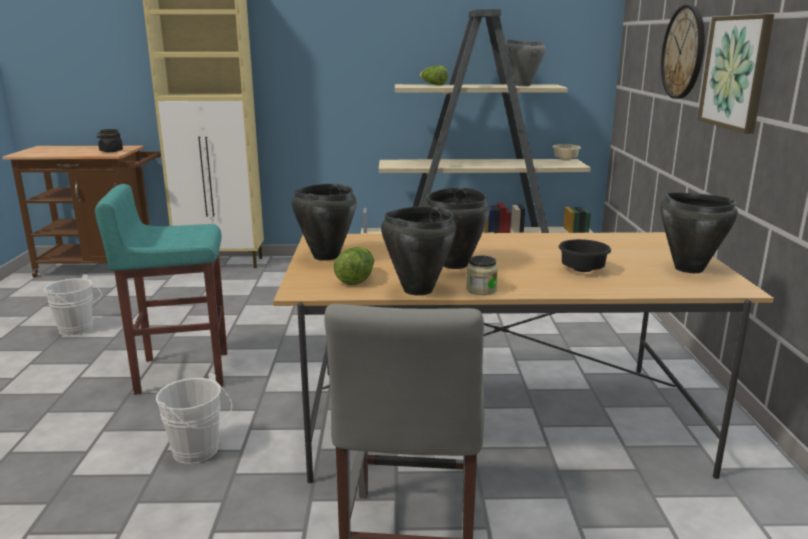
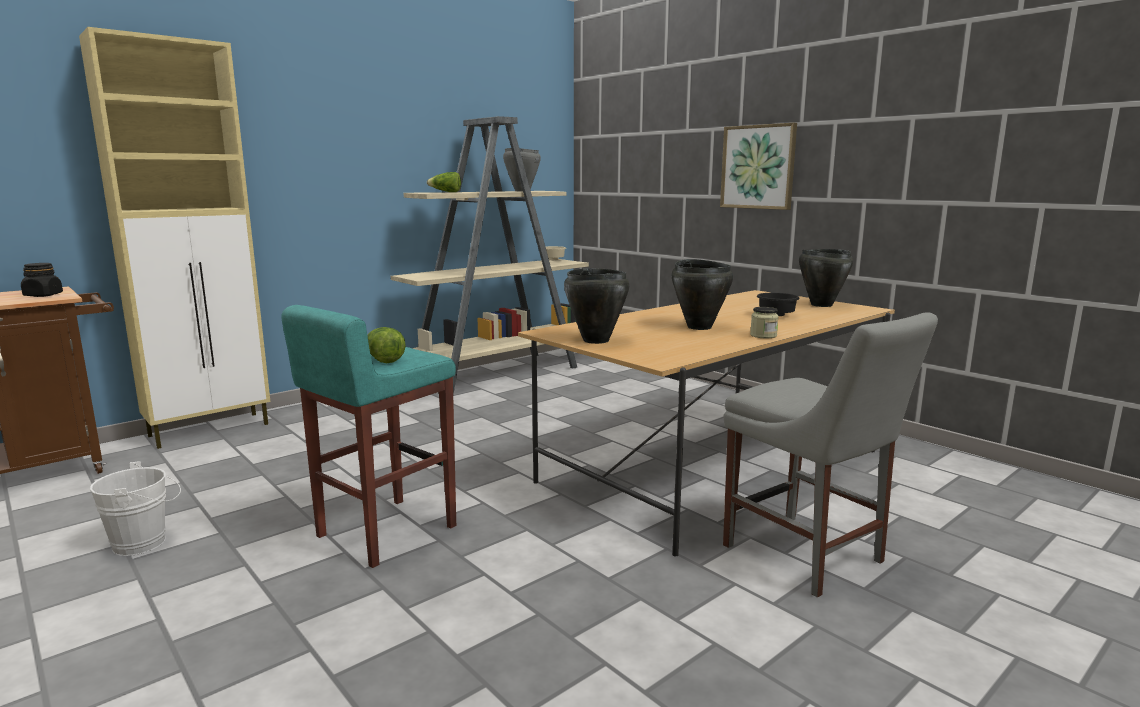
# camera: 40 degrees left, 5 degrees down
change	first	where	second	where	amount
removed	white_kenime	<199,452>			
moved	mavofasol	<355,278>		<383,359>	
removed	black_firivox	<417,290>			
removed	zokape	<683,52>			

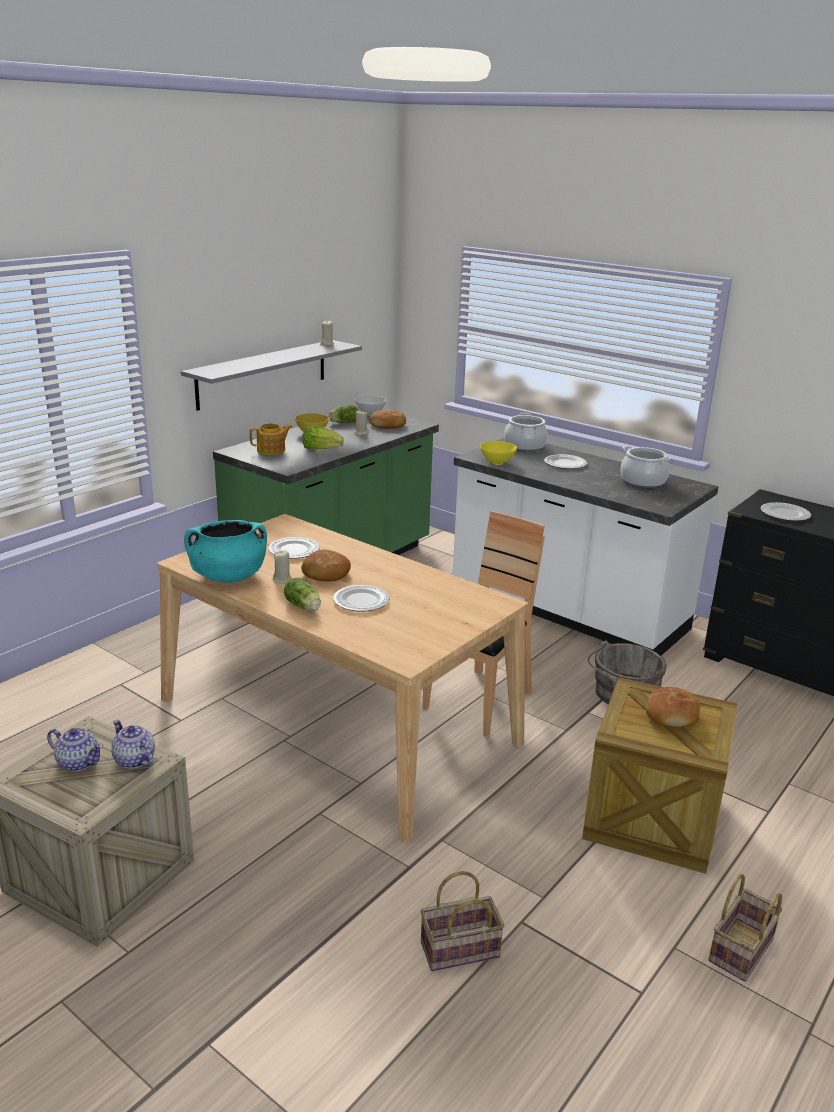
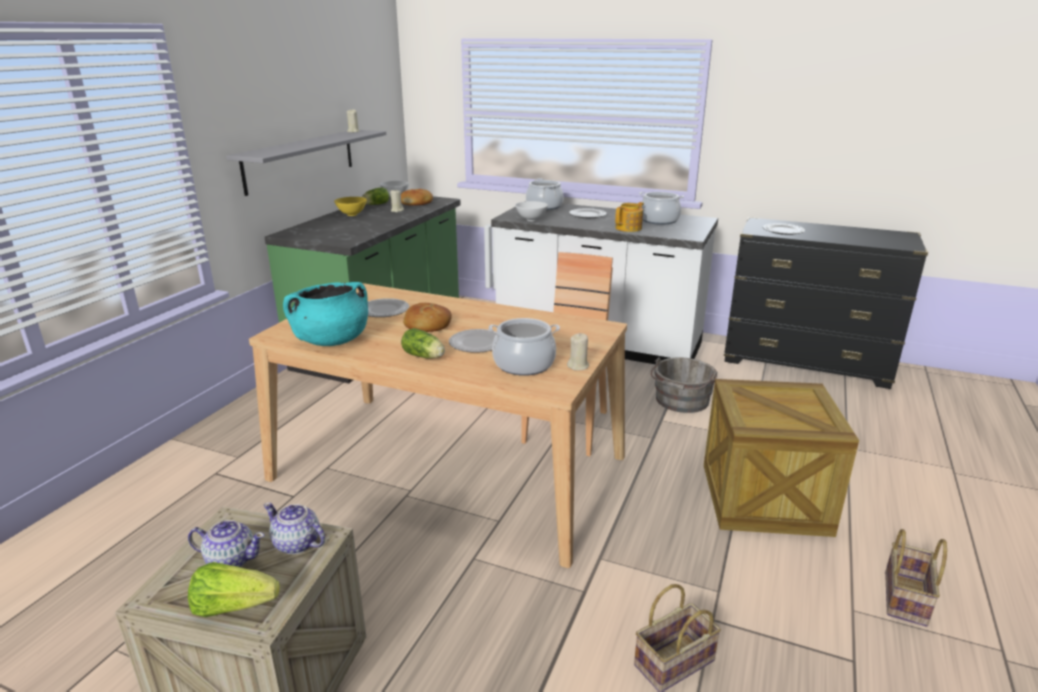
# camera: 15 degrees left, 0 degrees up
change	first	where	second	where	amount
moved	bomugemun	<272,450>		<629,228>	
moved	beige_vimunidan	<282,580>		<578,366>	
moved	mavofasol	<321,449>		<233,606>	
recoloured	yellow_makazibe	<497,463>	white_makazibe	<531,219>	
removed	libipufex	<672,715>			
added			firivox	<523,364>	

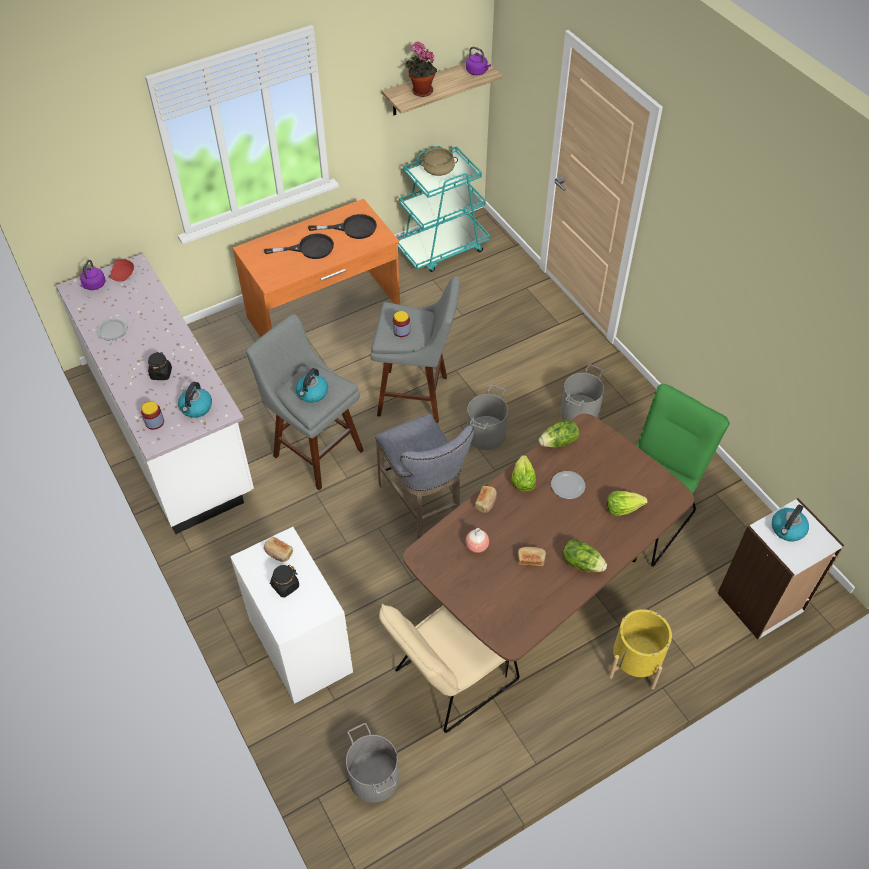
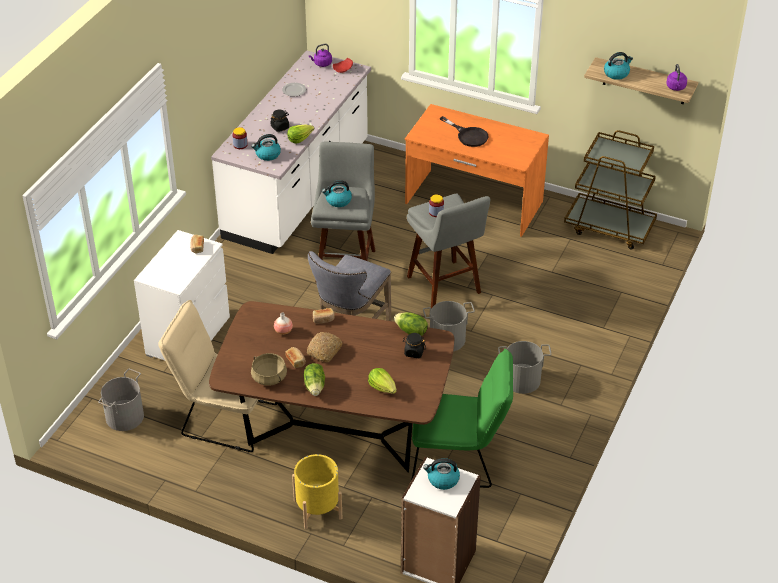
# camera: 55 degrees right, 10 degrees down
change	first	where	second	where	amount
moved	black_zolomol	<285,586>		<414,352>	
removed	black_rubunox	<352,228>			
recoloured	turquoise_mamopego	<442,248>	brown_mamopego	<609,227>	
replaced	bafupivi	<420,92>	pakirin	<616,73>	
moved	beige_firivox	<438,170>		<269,377>	
moved	mavofasol	<522,480>		<299,138>	
removed	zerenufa	<567,485>			
added			libipufex	<324,351>	

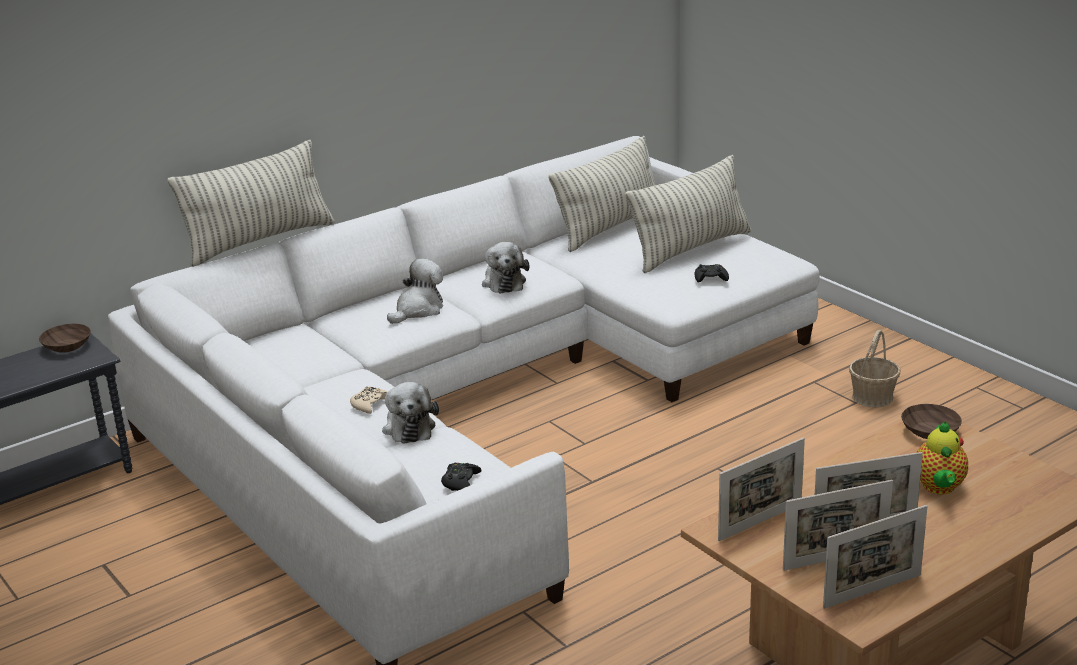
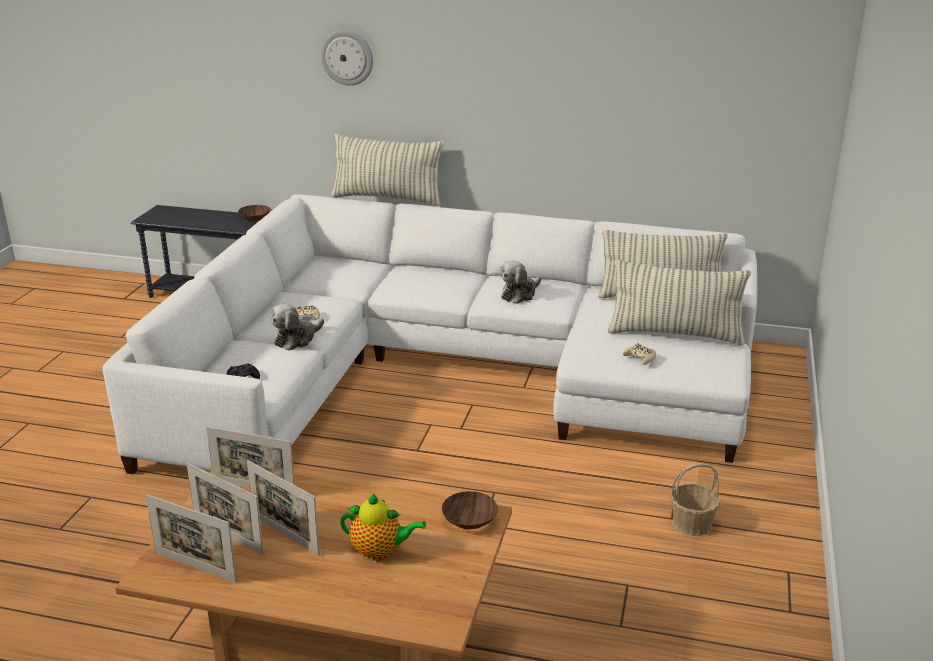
# camera: 50 degrees right, 0 degrees up
change	first	where	second	where	amount
removed	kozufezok	<418,310>			
recoloured	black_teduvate	<710,278>	beige_teduvate	<640,358>	
turned	bomugemun	<939,488>		<380,551>	135 degrees counterclockwise
added			zokape	<347,57>	

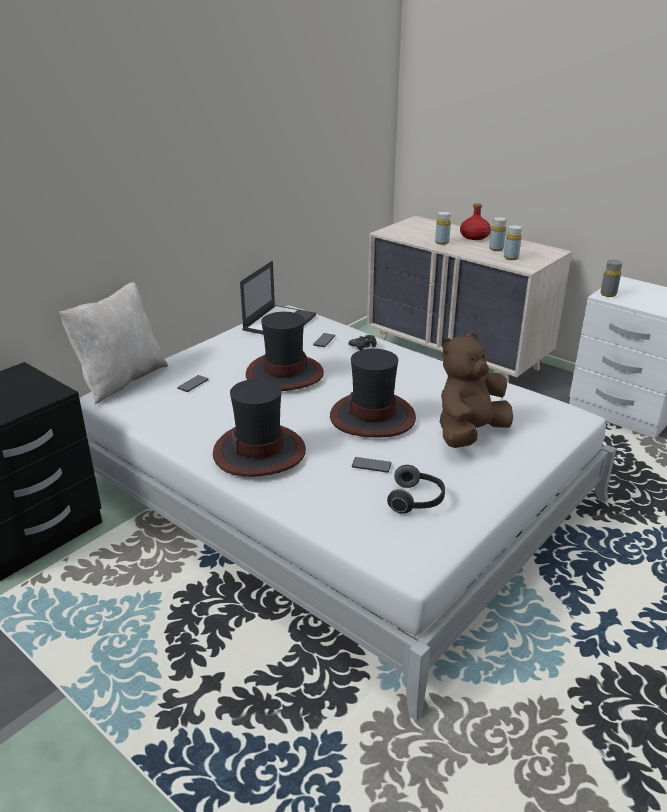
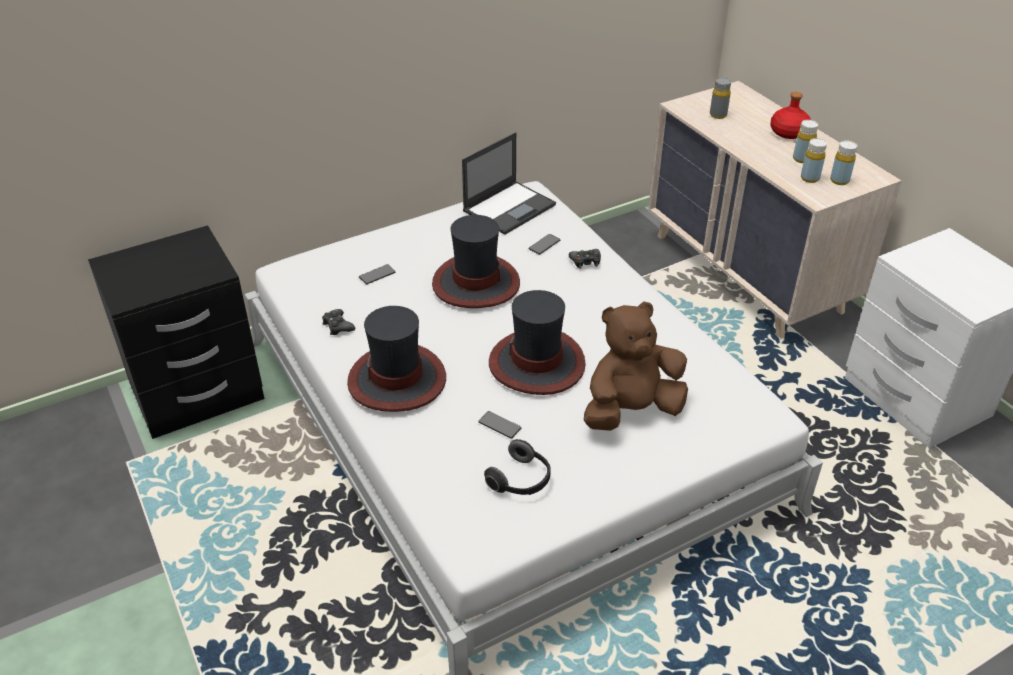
# camera: 20 degrees right, 10 degrees up
change	first	where	second	where	amount
removed	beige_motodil	<121,380>			
moved	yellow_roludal	<442,242>		<839,180>	
moved	grey_roludal	<608,294>		<718,115>	
added			black_teduvate	<338,326>	

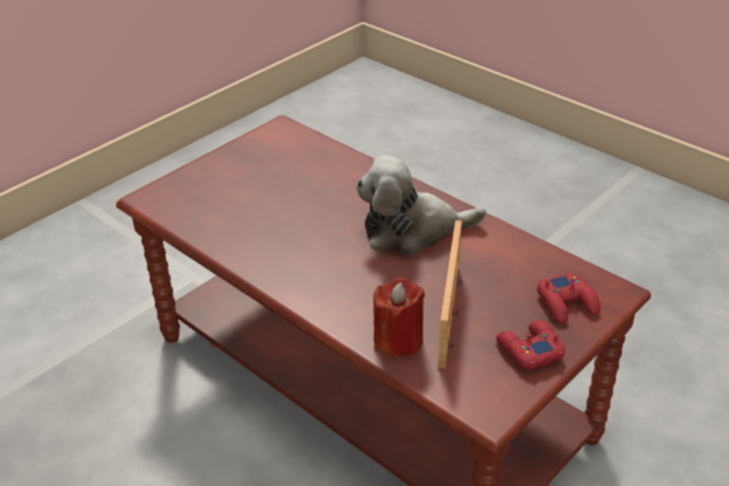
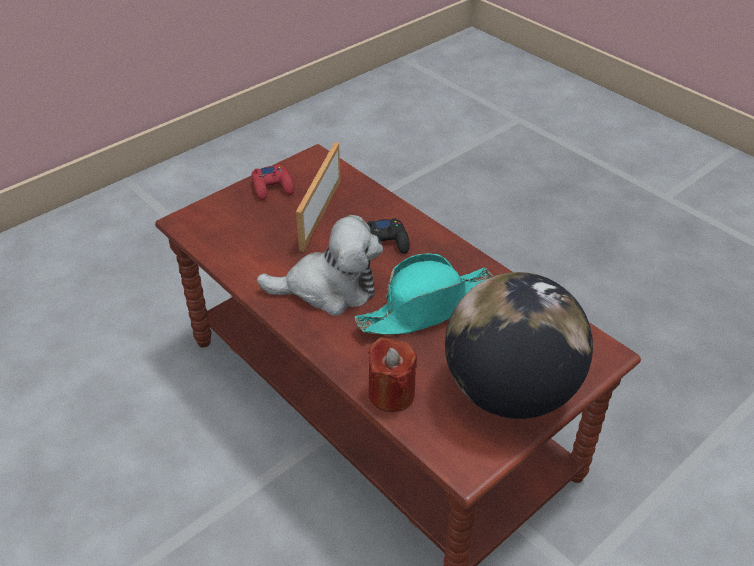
# camera: 175 degrees left, 5 degrees up
change	first	where	second	where	amount
moved	red_vimunidan	<398,340>		<391,394>	
removed	red_teduvate	<567,304>			
added			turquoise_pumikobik	<426,307>	
added			black_teduvate	<386,242>	
added			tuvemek	<509,392>	

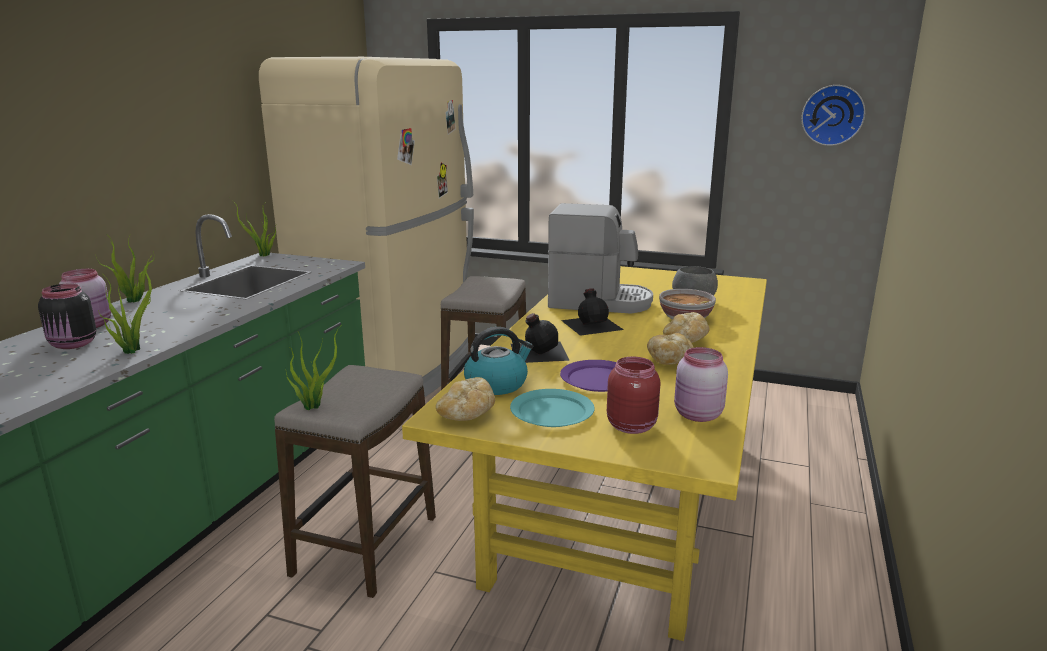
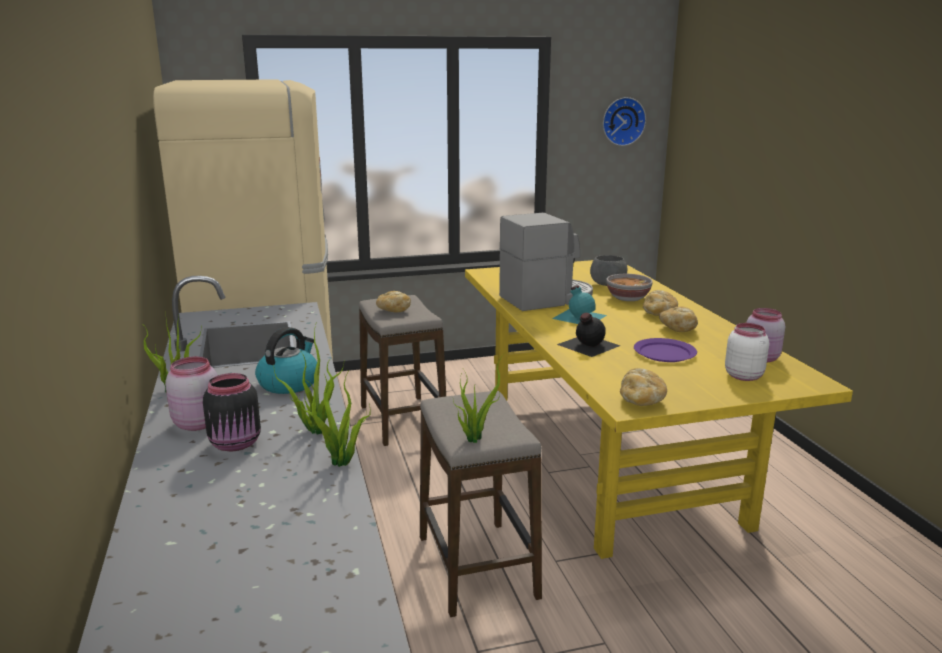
# camera: 35 degrees left, 0 degrees up
change	first	where	second	where	amount
moved	bafupivi	<263,255>		<341,463>	
moved	pakirin	<497,384>		<289,383>	
removed	turquoise_zerenufa	<552,411>			
recoloured	black_roludal	<592,324>	turquoise_roludal	<579,316>	
recoloured	red_zolomol	<632,425>	white_zolomol	<743,375>	
added			libipufex	<393,310>	

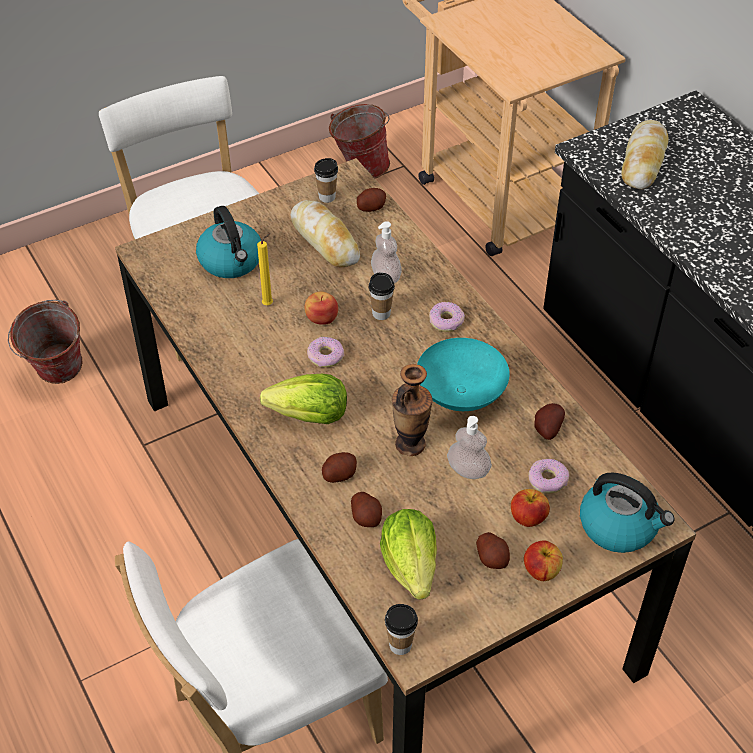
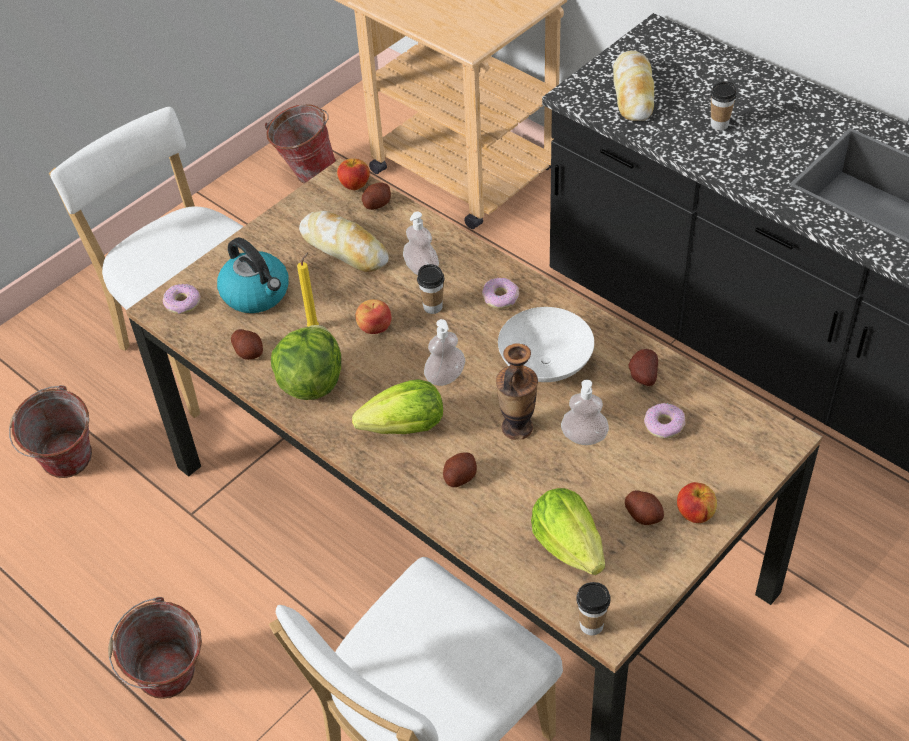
# camera: 15 degrees left, 0 degrees up
change	first	where	second	where	amount
moved	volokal	<325,356>		<182,303>	
moved	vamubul	<327,197>		<719,124>	
moved	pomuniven	<366,517>		<249,352>	
recoloured	turquoise_makazibe	<462,395>	white_makazibe	<547,366>	
moved	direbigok	<528,518>		<354,185>	
removed	pakirin	<619,526>			
added			kenime	<171,686>	
added			mavofasol	<311,382>	
added			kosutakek	<445,377>	

